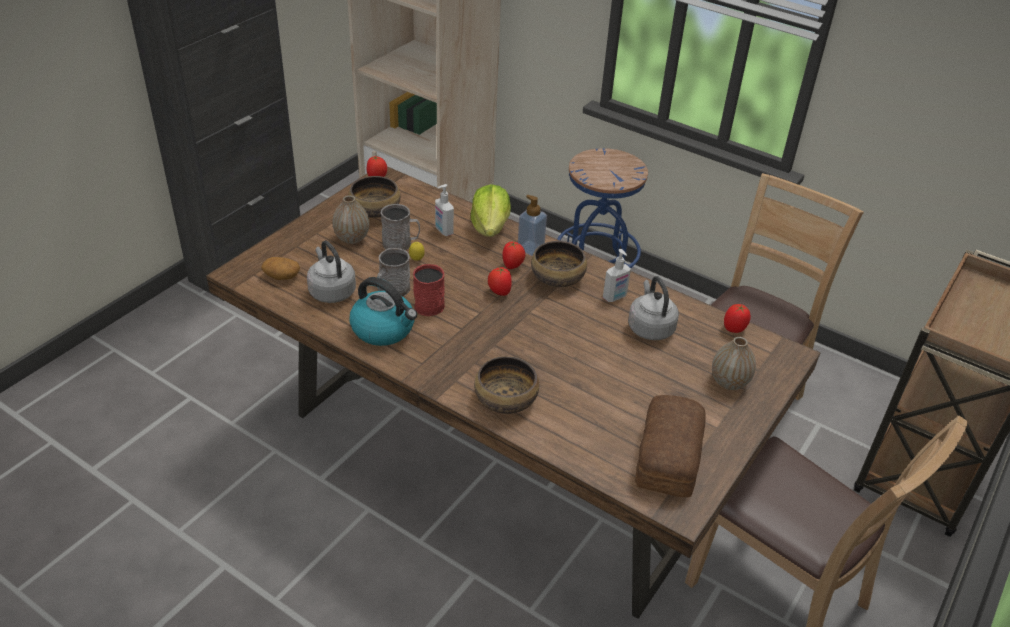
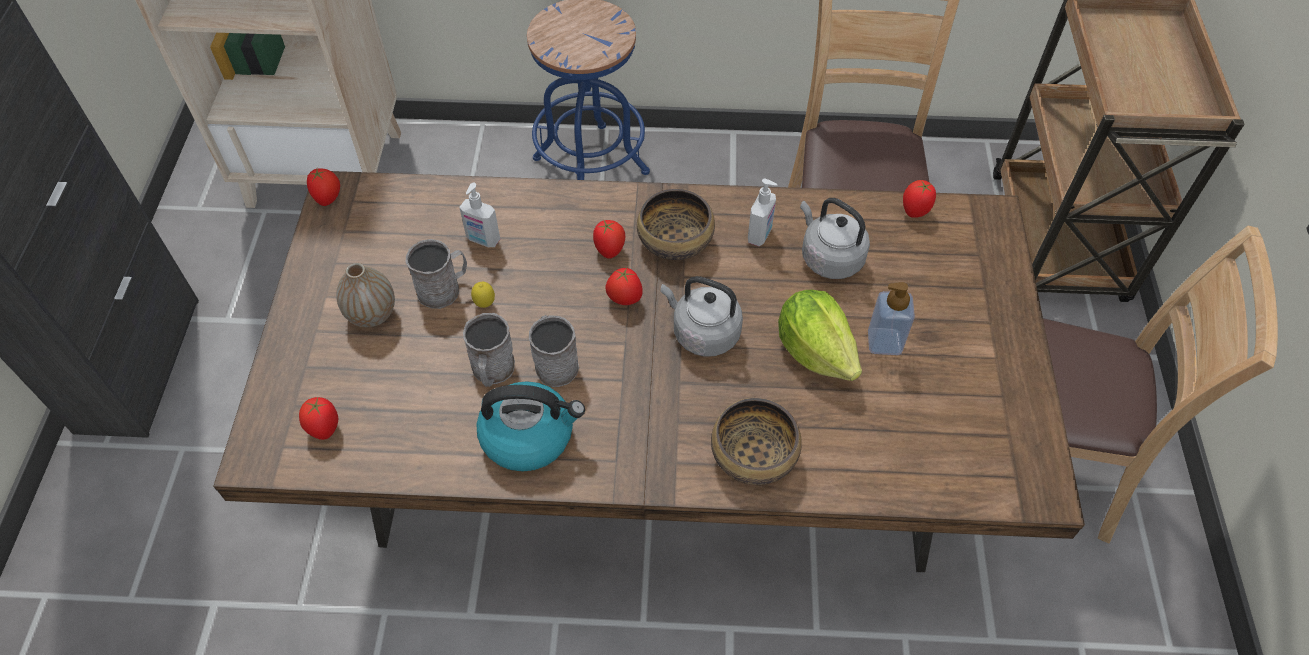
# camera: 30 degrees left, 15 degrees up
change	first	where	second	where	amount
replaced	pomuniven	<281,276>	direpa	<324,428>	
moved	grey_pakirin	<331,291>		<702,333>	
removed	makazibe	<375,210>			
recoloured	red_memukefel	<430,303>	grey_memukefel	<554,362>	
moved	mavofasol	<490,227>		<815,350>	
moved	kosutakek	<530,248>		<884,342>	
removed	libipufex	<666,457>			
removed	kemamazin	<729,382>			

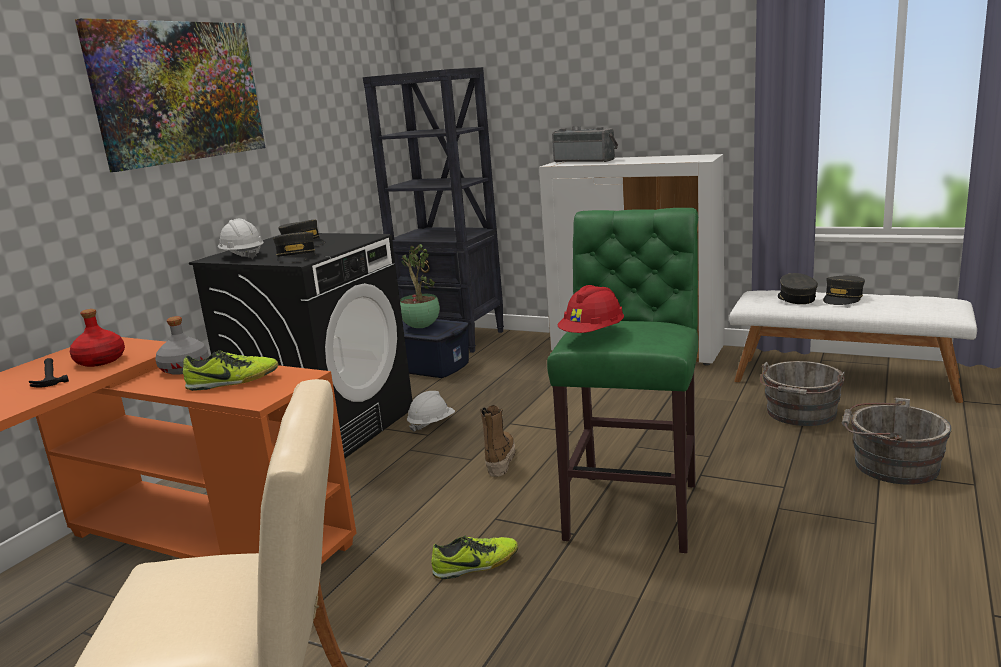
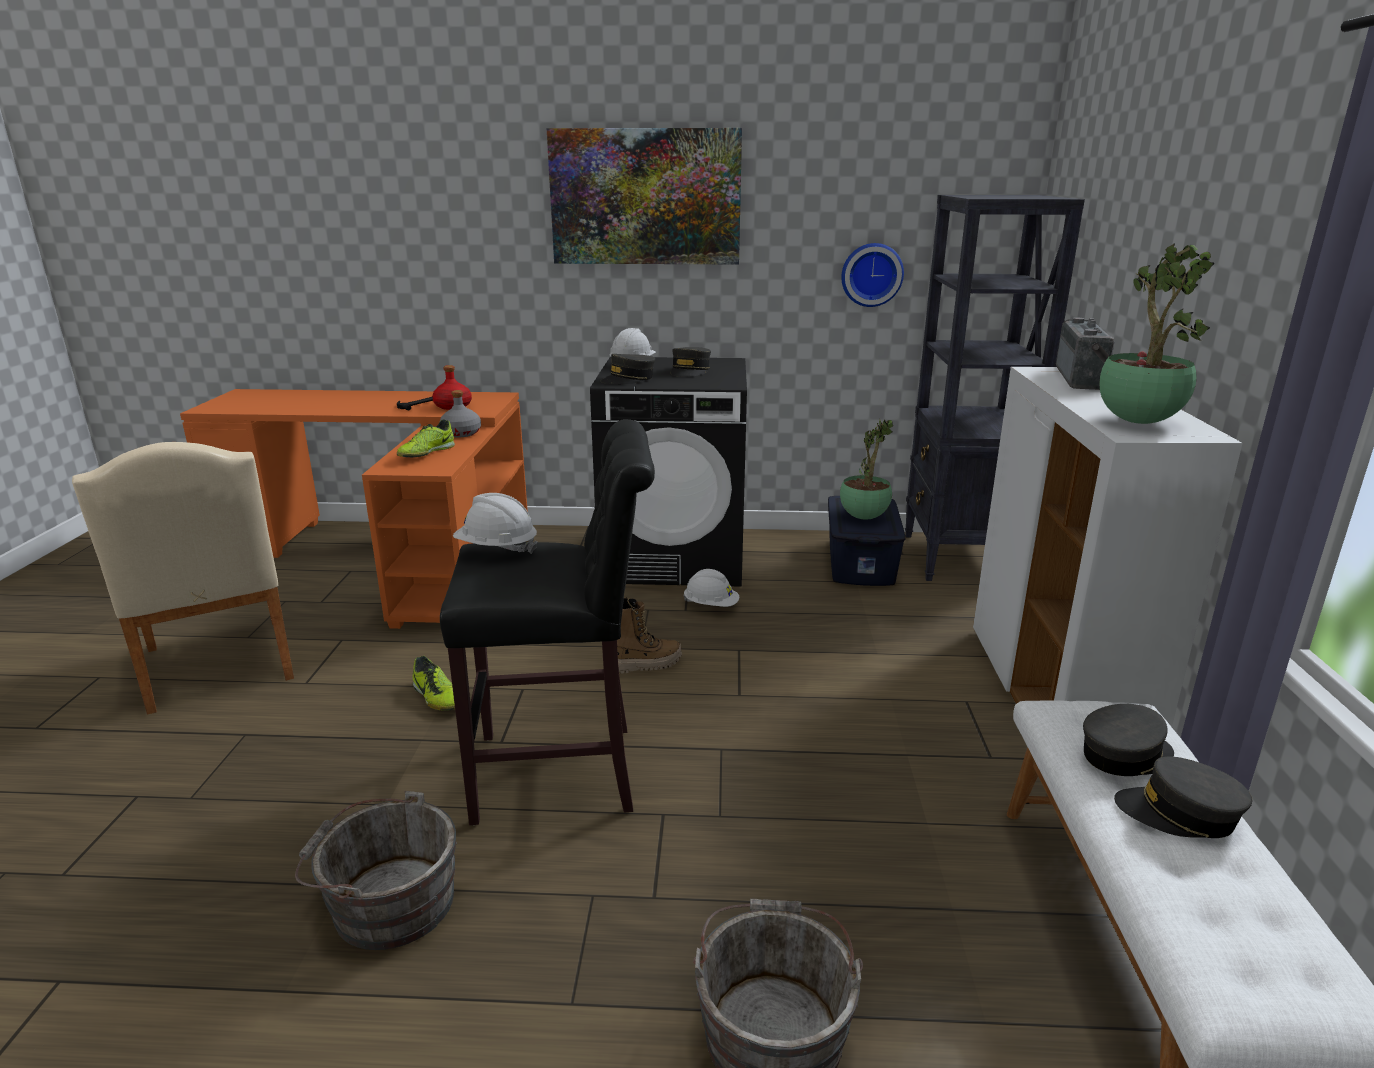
# camera: 65 degrees right, 5 degrees up
change	first	where	second	where	amount
turned	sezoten	<233,382>		<426,453>	60 degrees clockwise
recoloured	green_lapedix	<635,507>	black_lapedix	<566,773>	
recoloured	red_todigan	<592,334>	white_todigan	<496,549>	
moved	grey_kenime	<800,414>		<387,902>	
added			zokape	<871,274>	
added			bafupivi	<1136,421>	

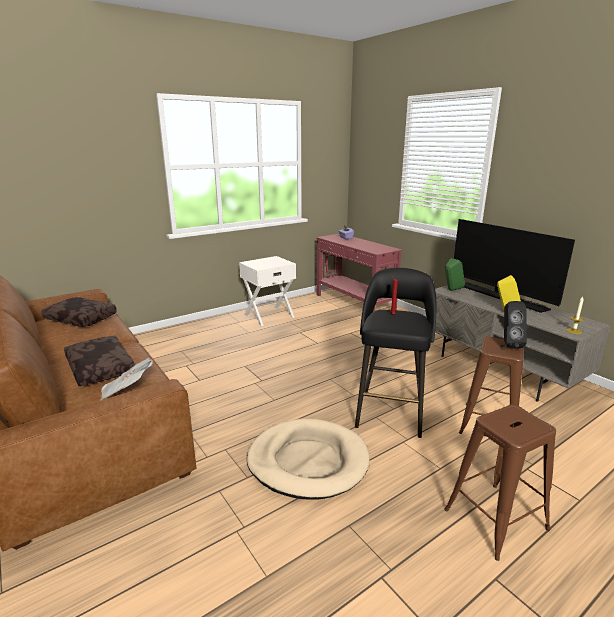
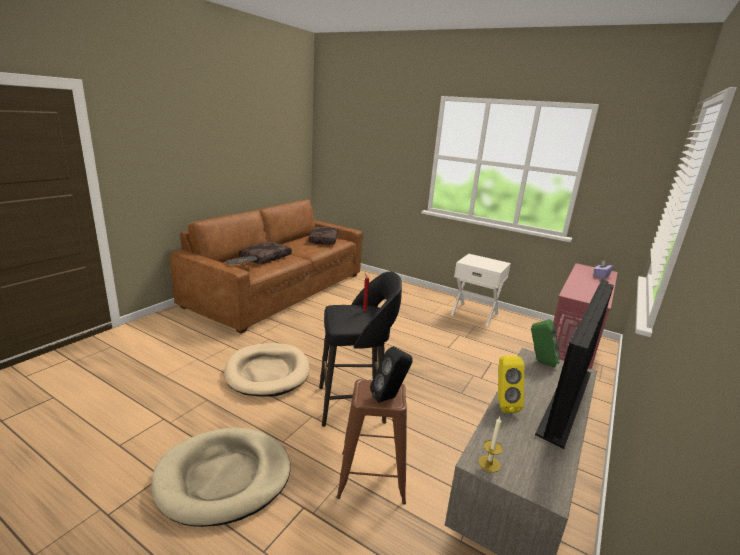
# camera: 65 degrees right, 0 degrees up
change	first	where	second	where	amount
replaced	brown_lapedix	<495,519>	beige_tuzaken	<224,478>	

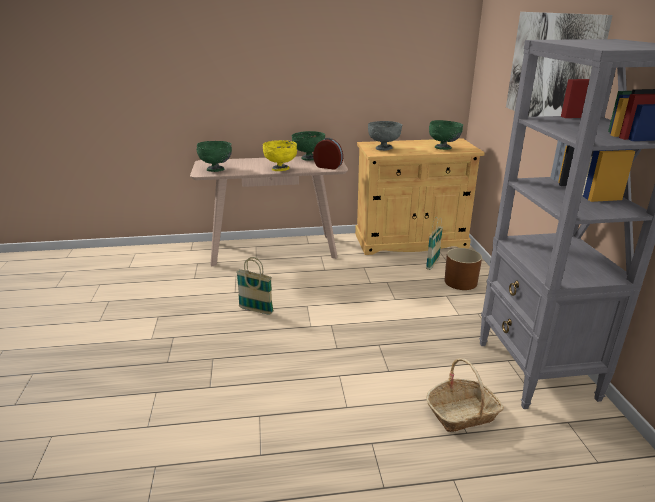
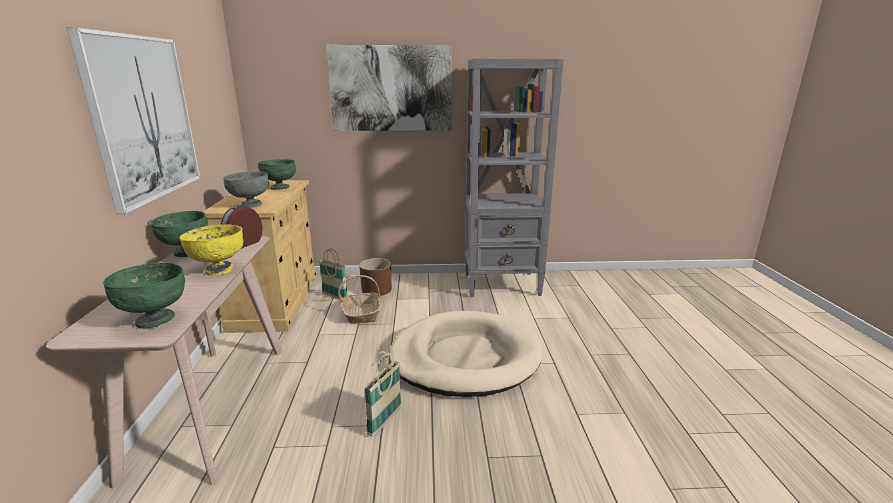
# camera: 85 degrees left, 5 degrees down
change	first	where	second	where	amount
moved	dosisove	<462,413>		<361,313>	
added			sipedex	<143,118>	
added			beige_tuzaken	<465,357>	

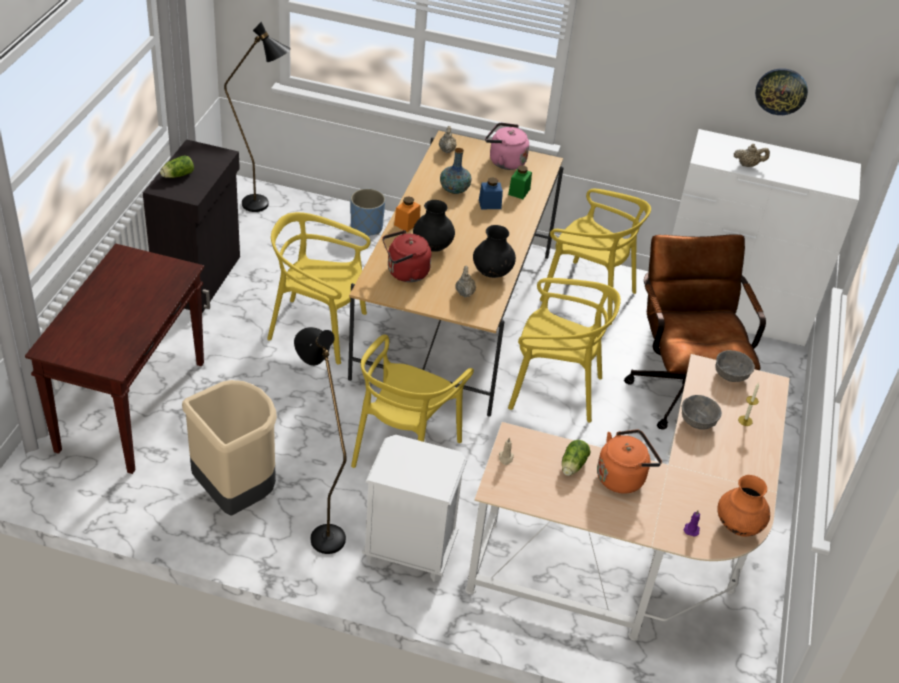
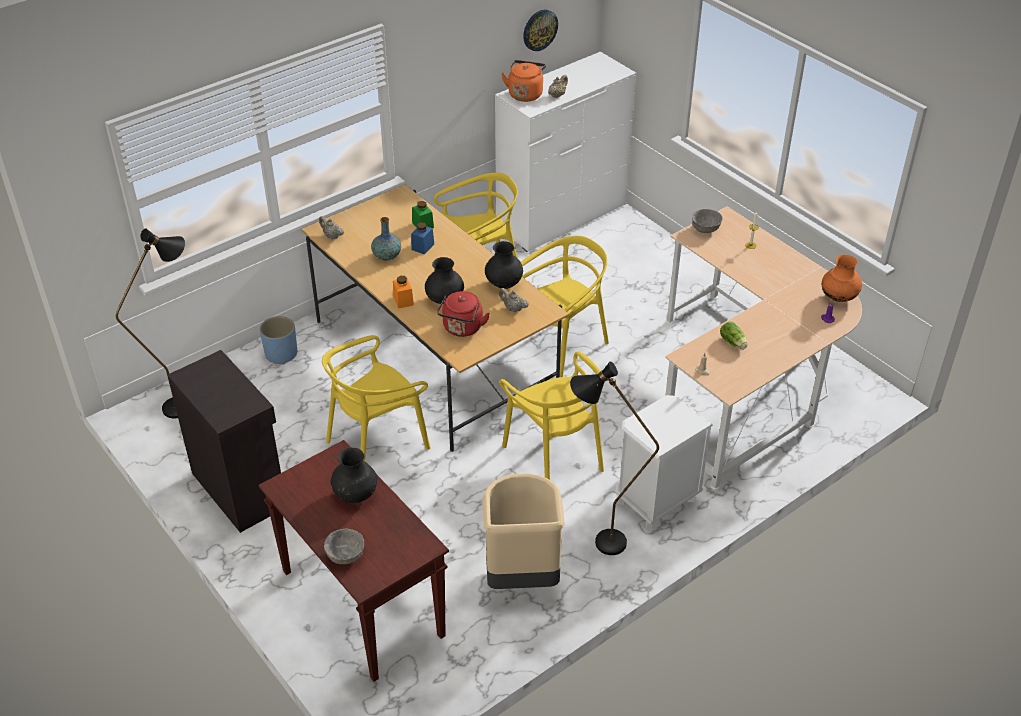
# camera: 50 degrees left, 0 degrees up
change	first	where	second	where	amount
removed	mavofasol	<177,175>			
removed	pink_pakirin	<504,161>			
moved	orange_pakirin	<623,477>		<525,94>	
removed	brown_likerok	<681,386>			
moved	grey_makazibe	<697,422>		<345,556>	
added			black_kemamazin	<355,495>	

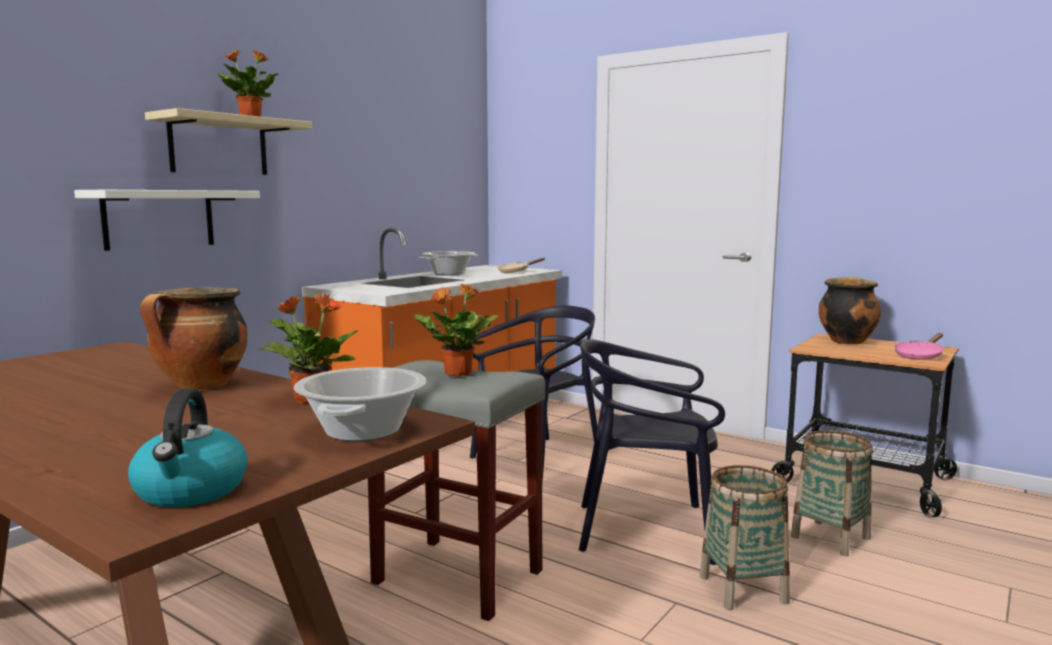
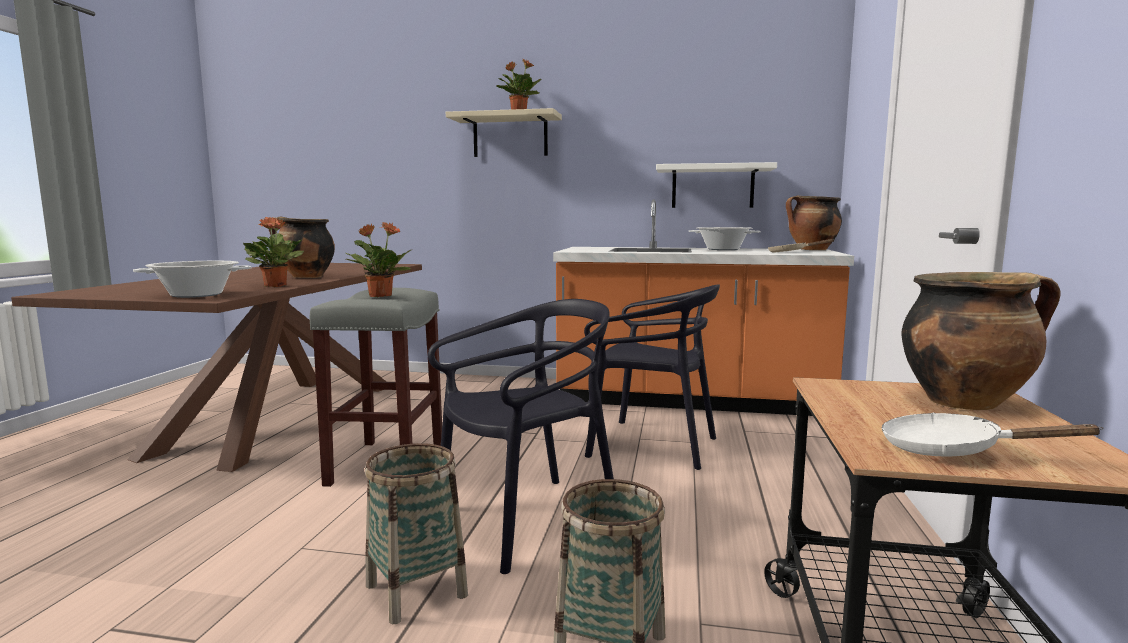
# camera: 65 degrees right, 0 degrees up
change	first	where	second	where	amount
moved	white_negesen	<159,219>		<712,187>	
removed	pakirin	<191,491>			
turned	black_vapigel	<646,530>		<527,519>	75 degrees clockwise
recoloured	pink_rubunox	<920,356>	white_rubunox	<952,450>	
added			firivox	<812,250>	

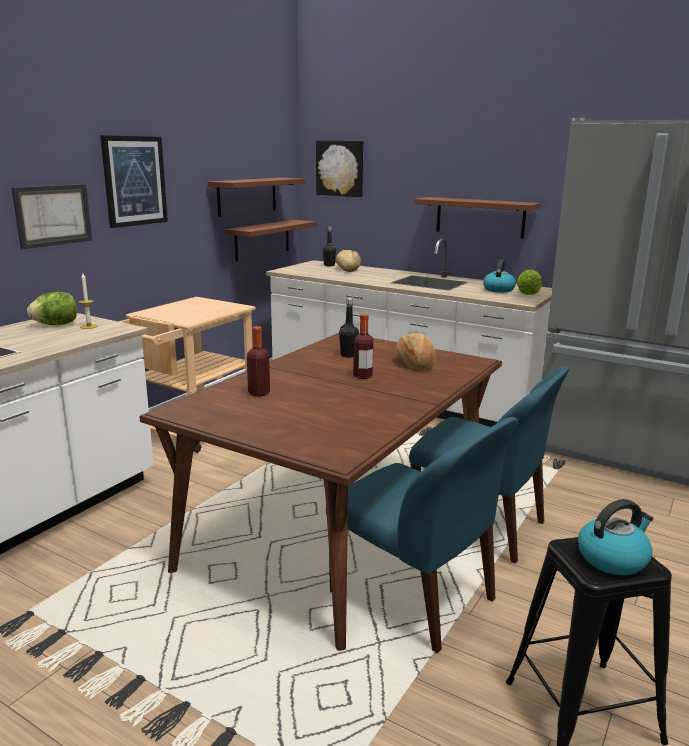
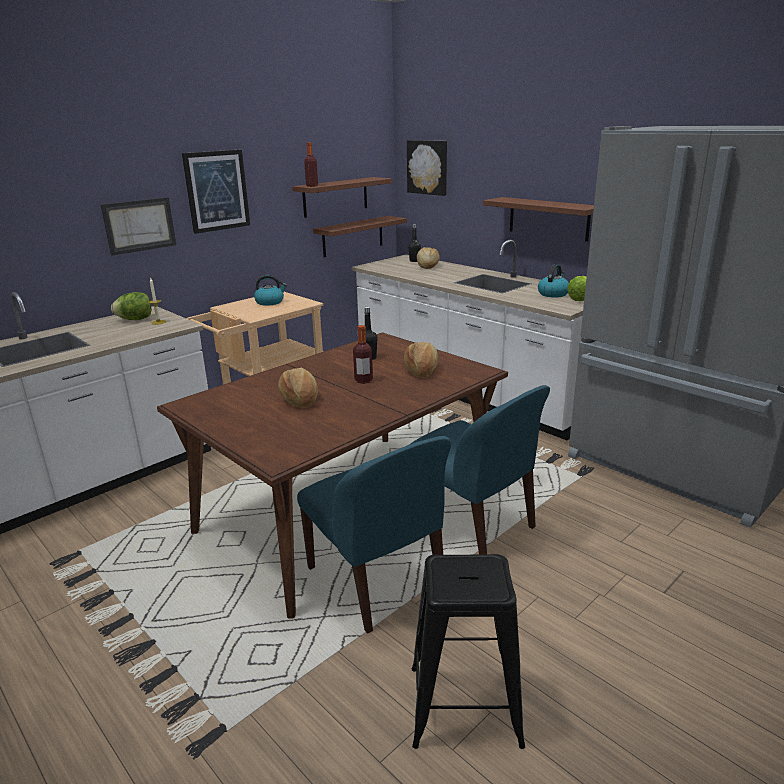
# camera: 15 degrees right, 5 degrees up
change	first	where	second	where	amount
moved	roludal	<259,393>		<312,186>	
moved	pakirin	<613,558>		<270,302>	
added			libipufex	<300,399>	

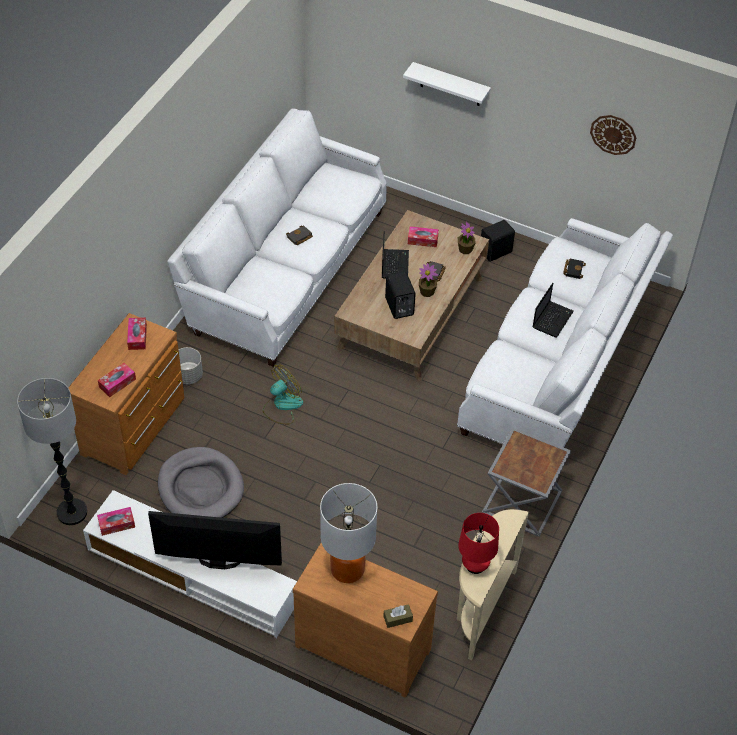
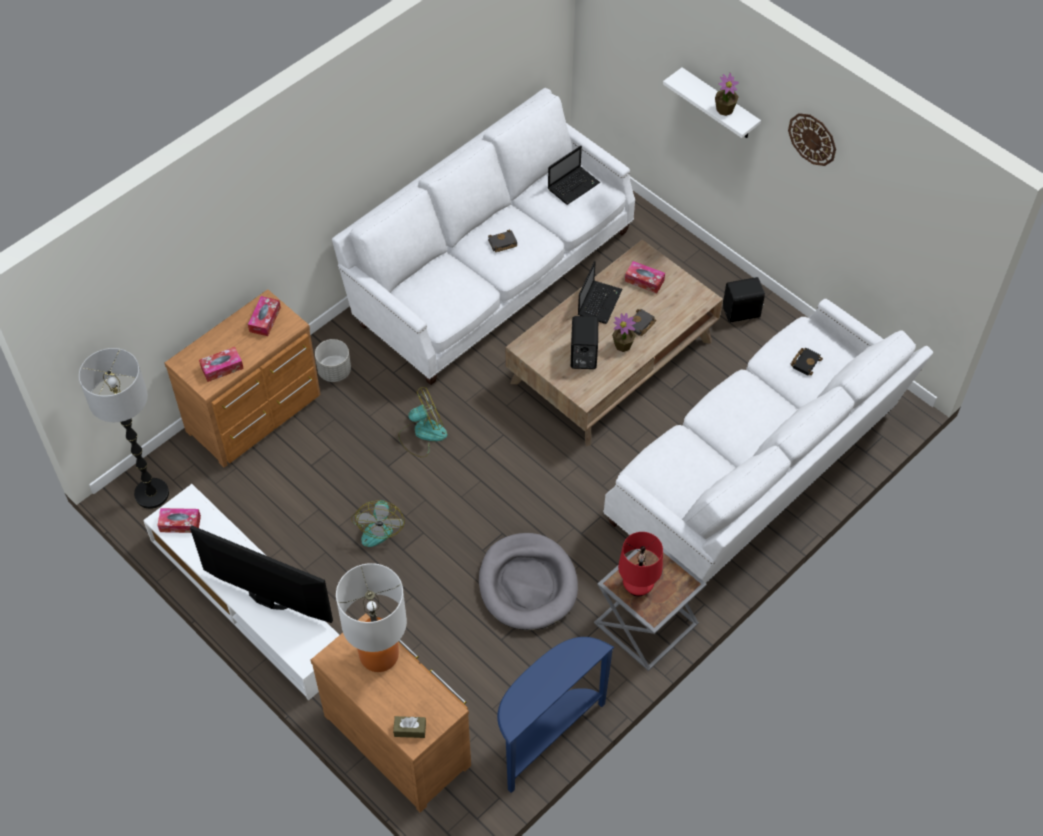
# camera: 20 degrees right, 5 degrees up
change	first	where	second	where	amount
moved	grey_tuzaken	<200,488>		<527,584>	
recoloured	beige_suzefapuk	<480,609>	blue_suzefapuk	<546,736>	
moved	bafupivi	<465,249>		<724,109>	
moved	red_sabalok	<475,565>		<637,587>	
moved	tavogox	<552,319>		<574,185>	
moved	zokape	<613,134>		<812,139>	
added			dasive	<377,526>	

